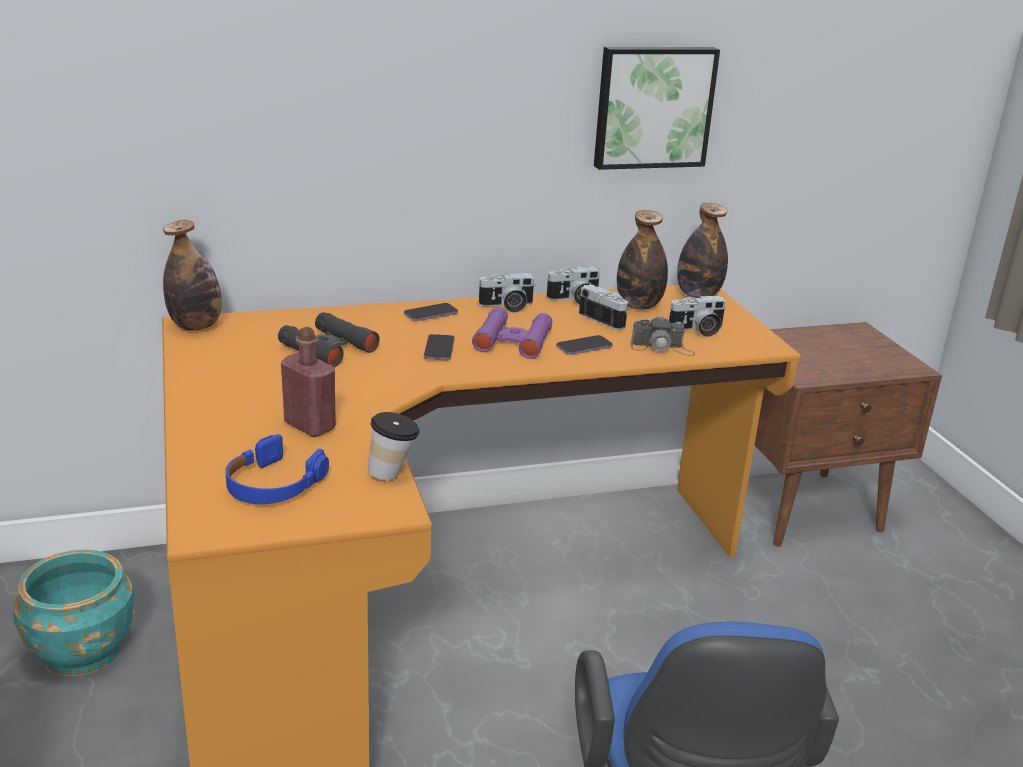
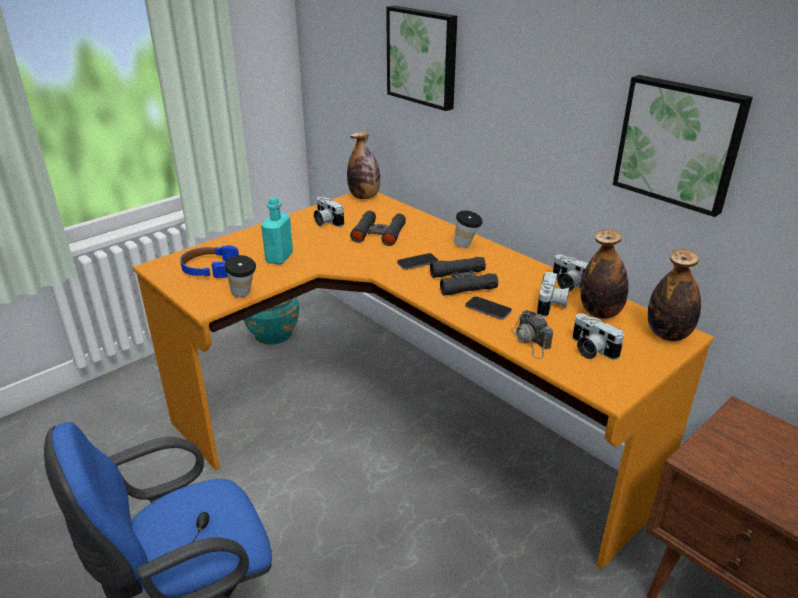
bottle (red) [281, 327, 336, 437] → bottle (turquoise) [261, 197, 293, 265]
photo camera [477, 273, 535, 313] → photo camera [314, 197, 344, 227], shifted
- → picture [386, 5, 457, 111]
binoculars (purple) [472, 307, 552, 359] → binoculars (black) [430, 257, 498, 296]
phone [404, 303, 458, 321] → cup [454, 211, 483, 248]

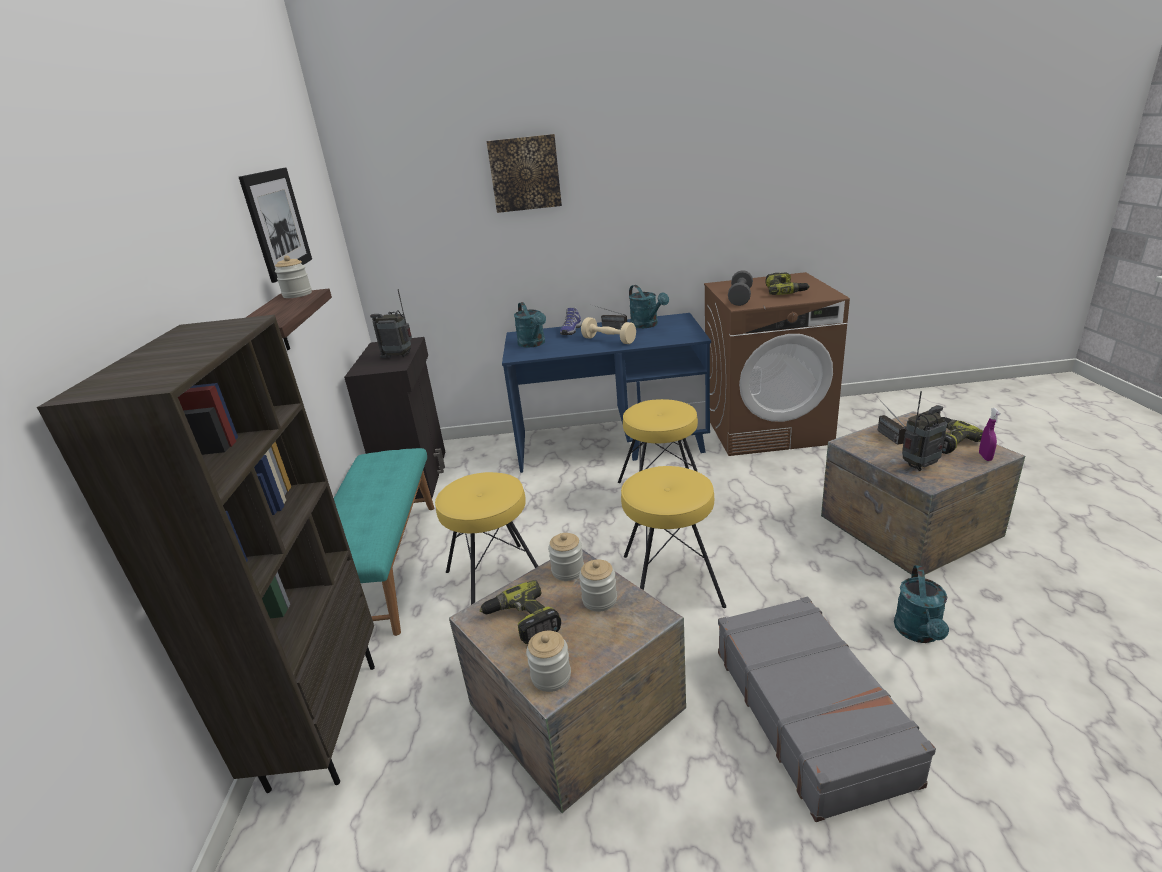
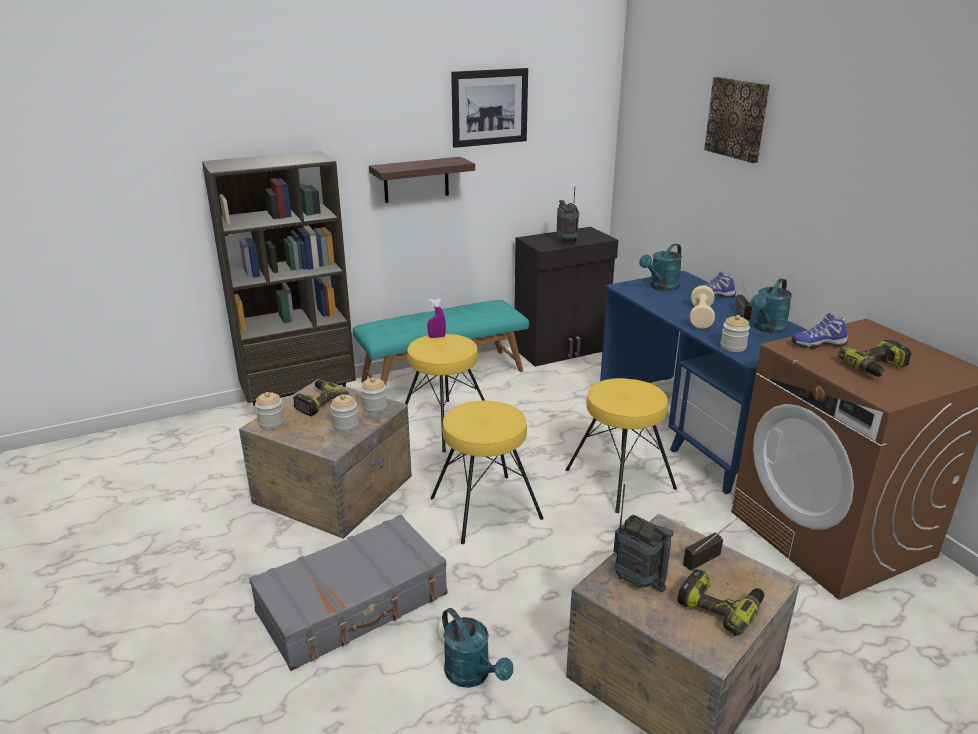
spray bottle (purple) [979, 408, 1001, 461] → spray bottle (purple) [427, 299, 446, 338], shifted
watering can (turquoise) [894, 565, 949, 643] → watering can (turquoise) [442, 608, 513, 688], 120 degrees counterclockwise
jar [275, 255, 312, 298] → jar [720, 315, 750, 352], shifted
dumbbell (grey) [728, 270, 753, 306] → shoe [791, 313, 848, 349]

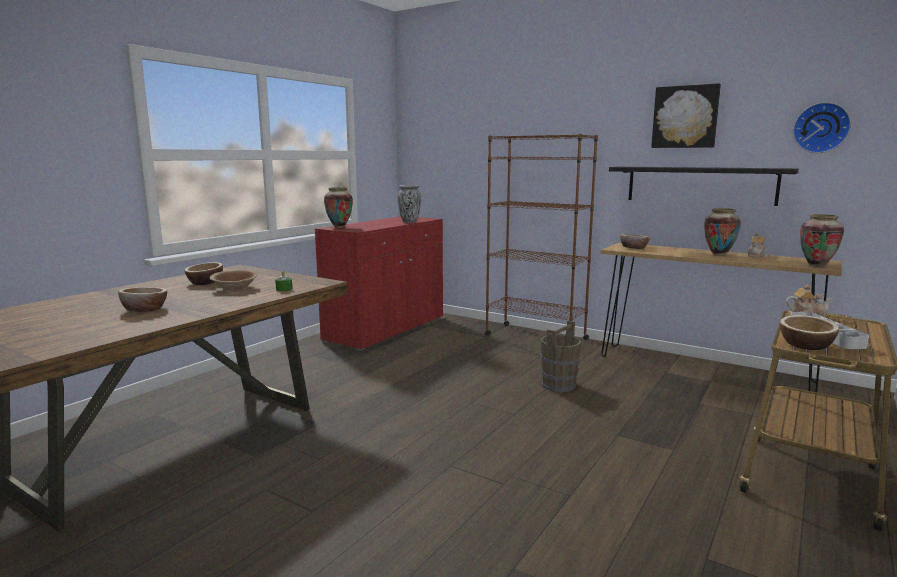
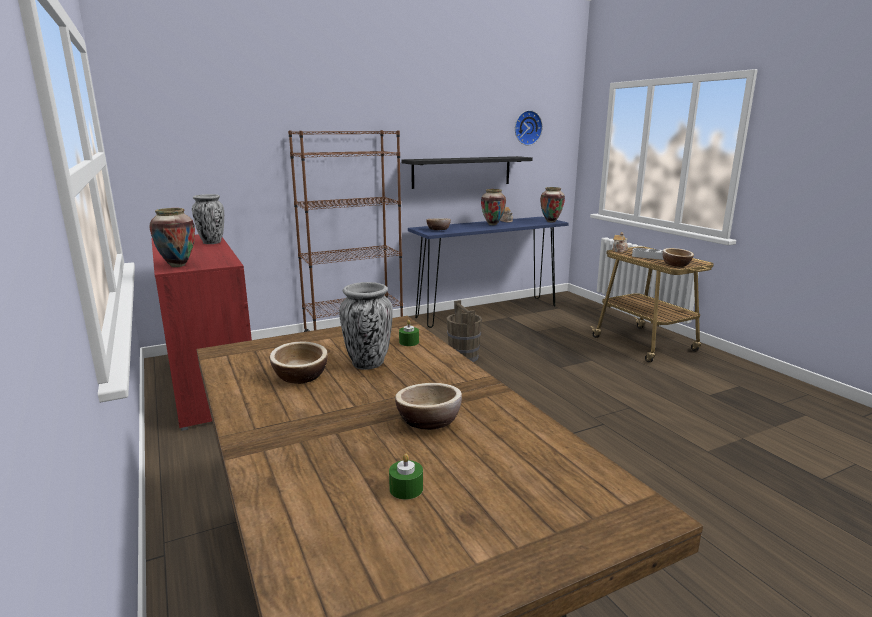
bowl (brown) [209, 270, 258, 291] → vase [339, 282, 393, 370]
- → candle (green) [389, 454, 423, 500]
console table (brown) [601, 243, 842, 392] → console table (blue) [408, 217, 569, 328]
picture [651, 83, 721, 148] → -

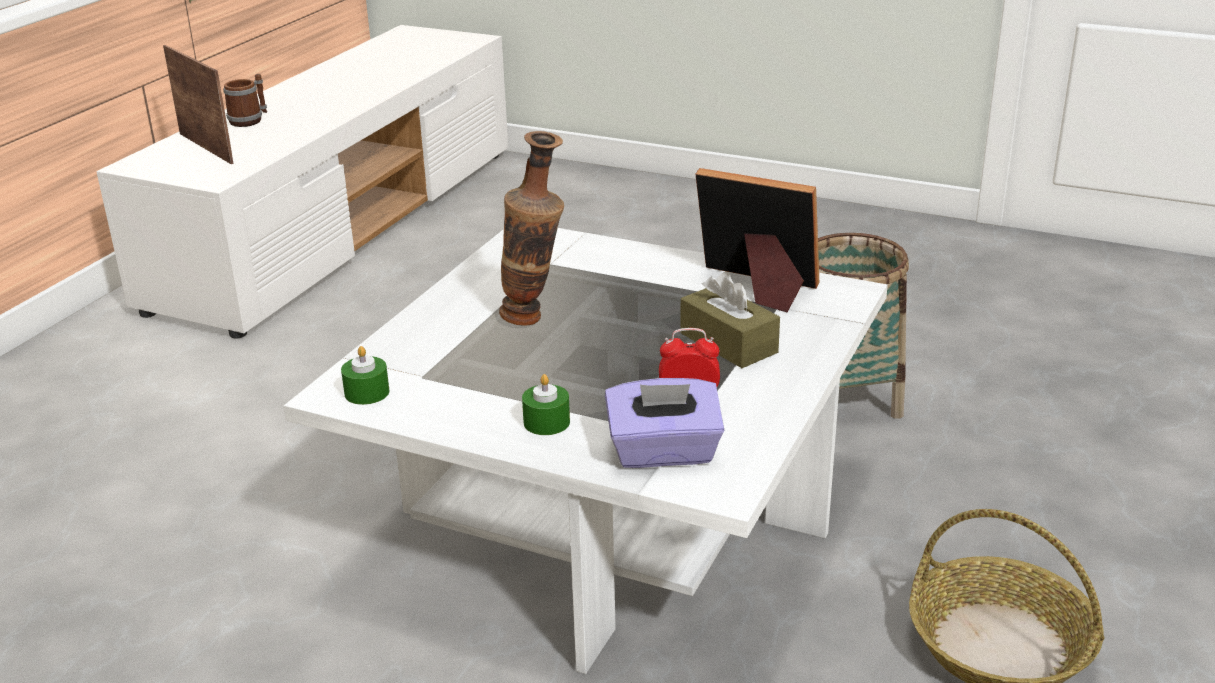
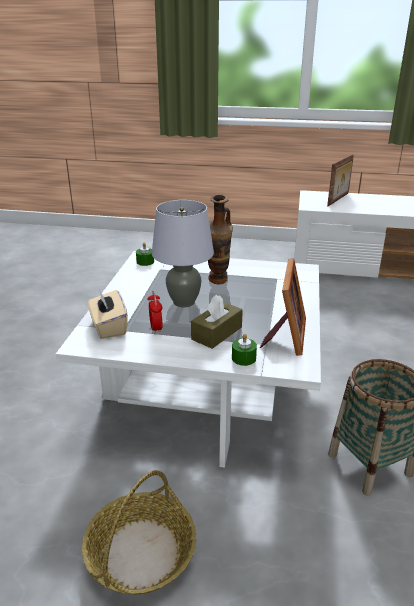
tissue box (purple) [605, 378, 724, 468] → tissue box (beige) [88, 289, 128, 339]
- → table lamp (grey) [152, 200, 214, 308]
candle (green) [522, 374, 570, 435] → candle (green) [232, 334, 257, 366], shifted
mug [223, 74, 267, 127] → -

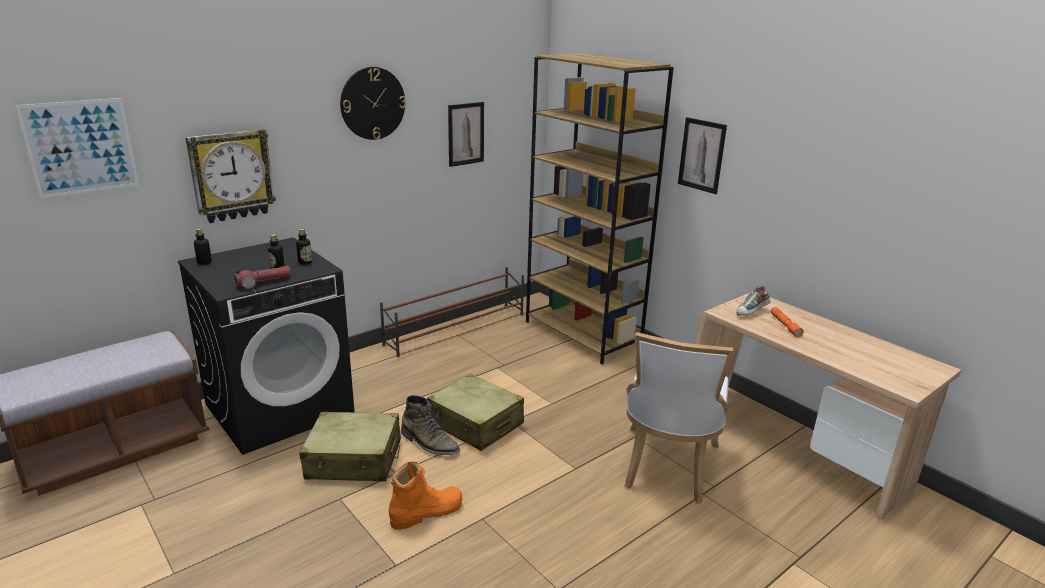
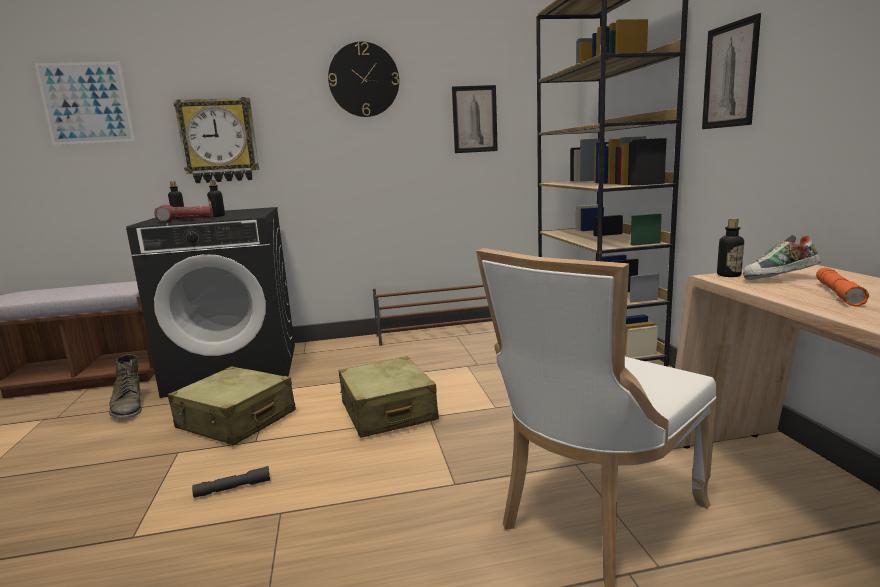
boot (green) [401, 395, 460, 455] → boot (green) [109, 354, 142, 419], shifted
boot (orange) [389, 462, 463, 530] → flashlight (grey) [192, 466, 270, 498]
bottle [296, 229, 312, 265] → bottle [717, 218, 744, 277], shifted

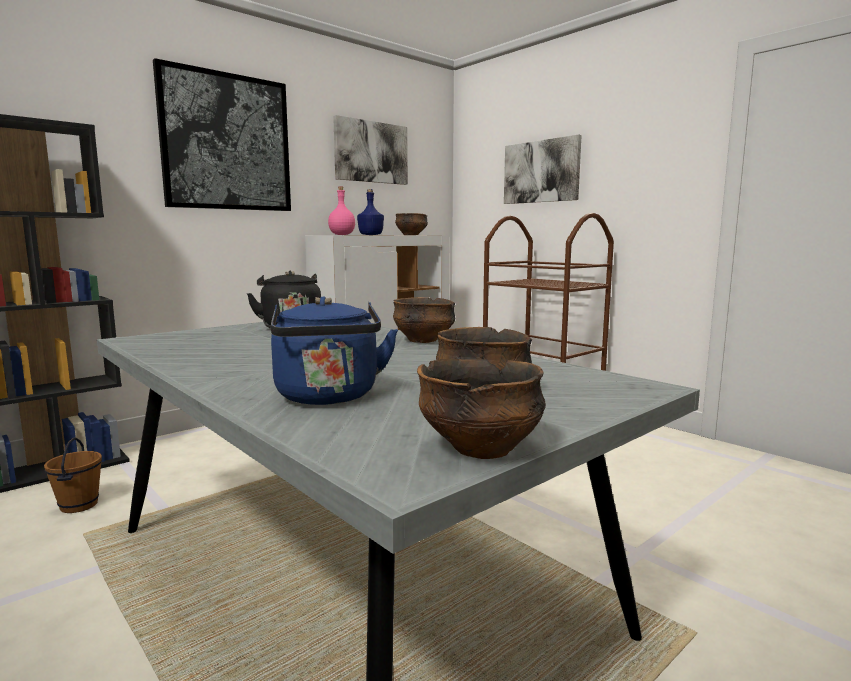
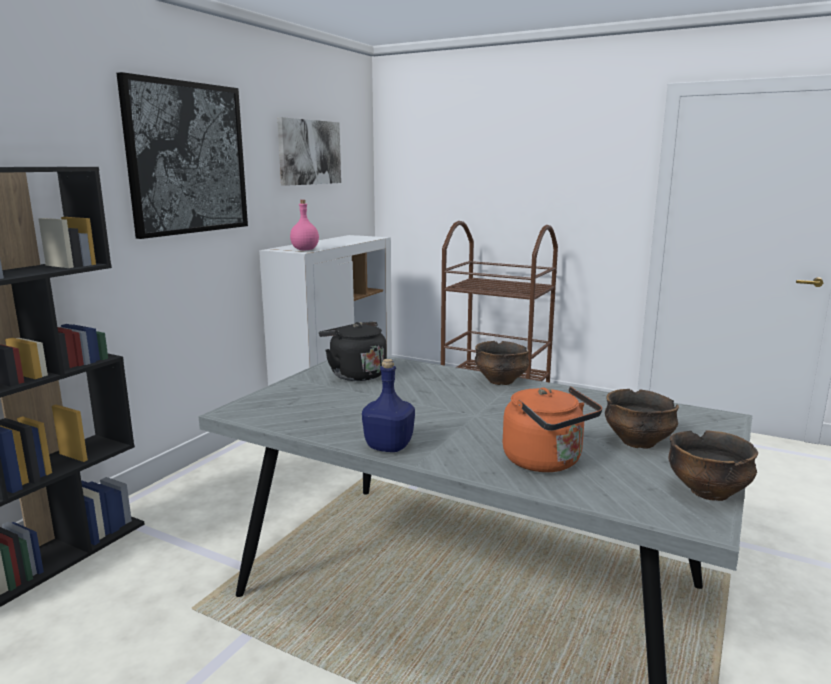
bottle (blue) [357, 189, 384, 235] → bottle (blue) [362, 359, 415, 452], shifted
kettle (blue) [271, 296, 398, 405] → kettle (orange) [503, 387, 602, 472]
bucket (brown) [44, 438, 102, 513] → -
bowl [395, 213, 428, 235] → -
picture [504, 134, 582, 204] → -

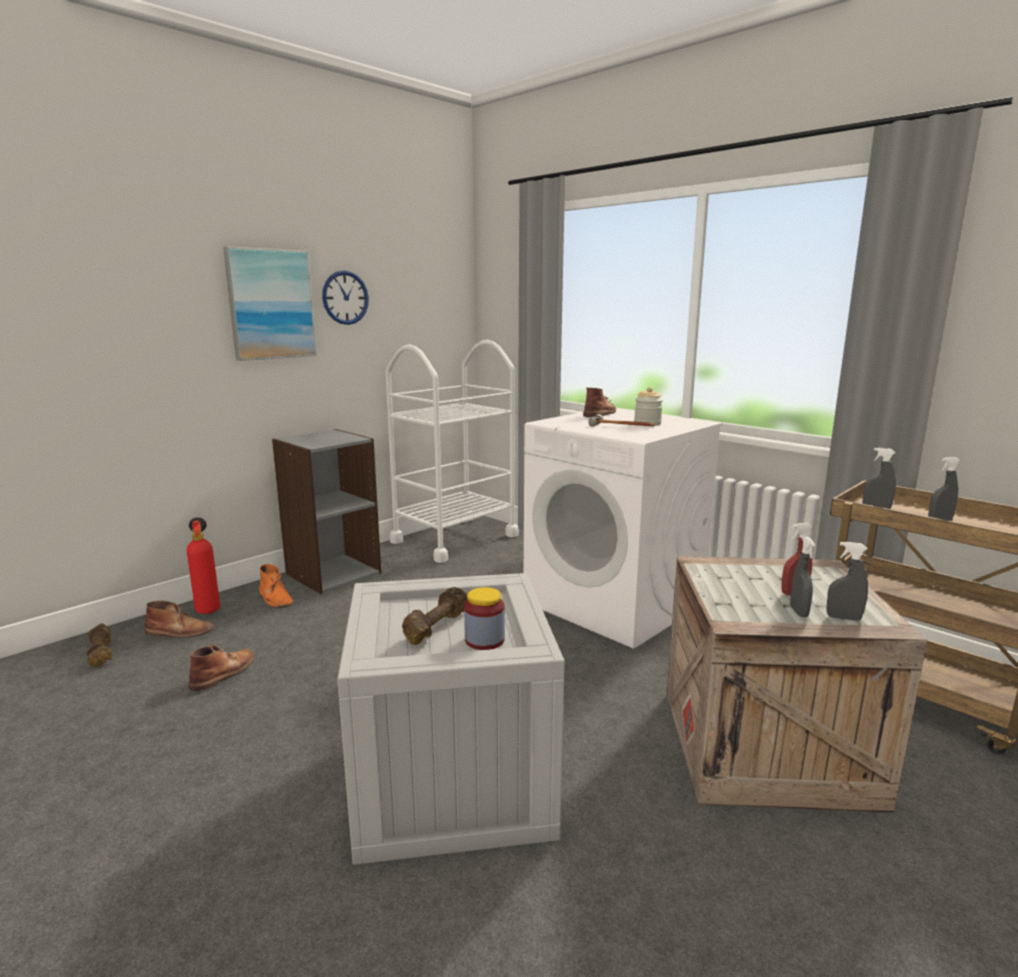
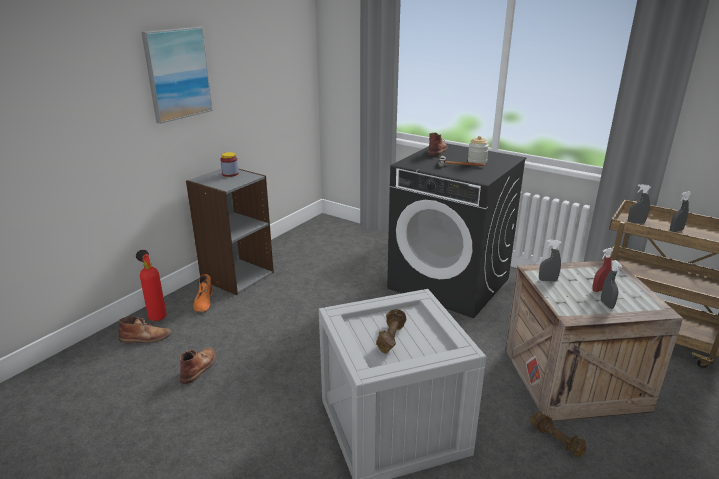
boot (orange) [259, 564, 293, 608] → boot (orange) [194, 274, 213, 313], 45 degrees clockwise
jar [464, 587, 505, 650] → jar [220, 152, 239, 177], shifted
washing machine (white) [524, 408, 723, 649] → washing machine (black) [387, 143, 526, 318]
dumbbell (brown) [87, 623, 113, 667] → dumbbell (brown) [530, 411, 586, 457], shifted
spray bottle (grey) [826, 542, 868, 621] → spray bottle (grey) [539, 240, 561, 282], shifted
wall clock [322, 270, 369, 325] → -
cart (white) [385, 340, 519, 563] → -

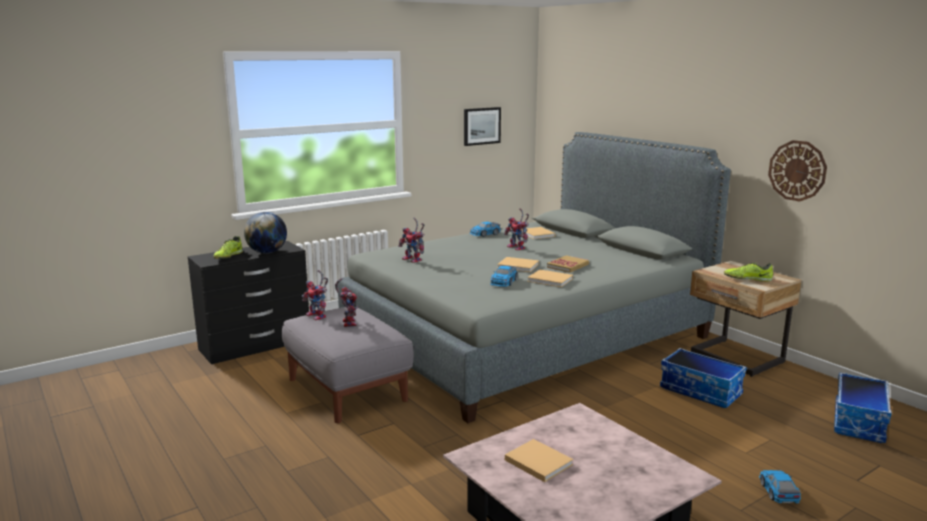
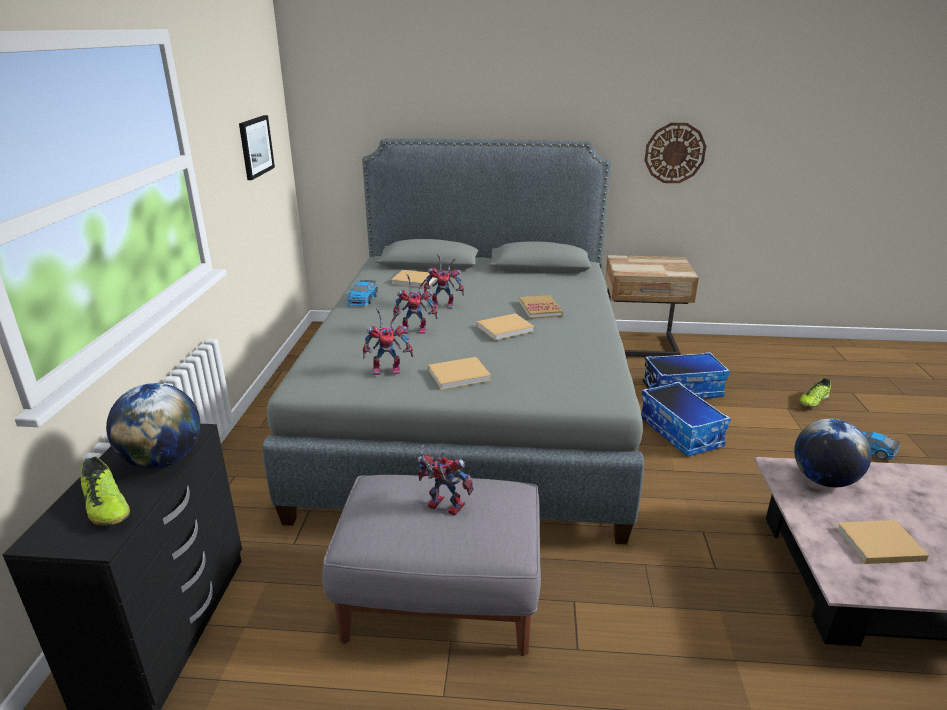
toy robot [301, 270, 328, 320] → toy robot [393, 274, 438, 334], shifted
book (beige) [527, 269, 573, 287] → book (beige) [428, 357, 491, 390], shifted
storage box [834, 372, 892, 443] → storage box [641, 382, 731, 456], shifted
- → globe [794, 419, 872, 487]
shoe [724, 263, 773, 282] → shoe [799, 378, 831, 408], shifted
toy car [490, 265, 518, 287] → -

